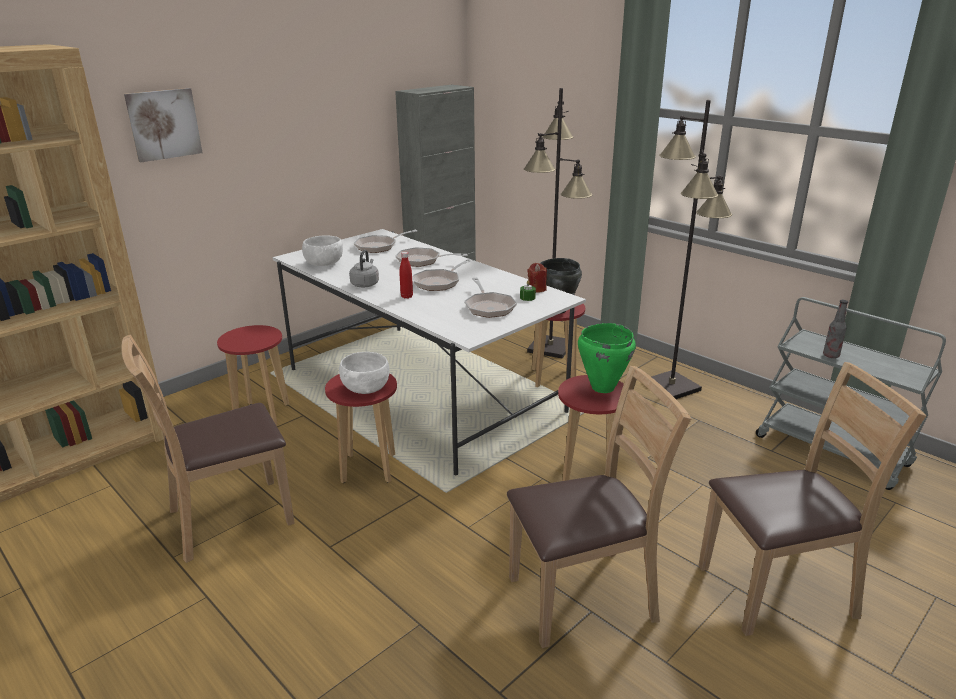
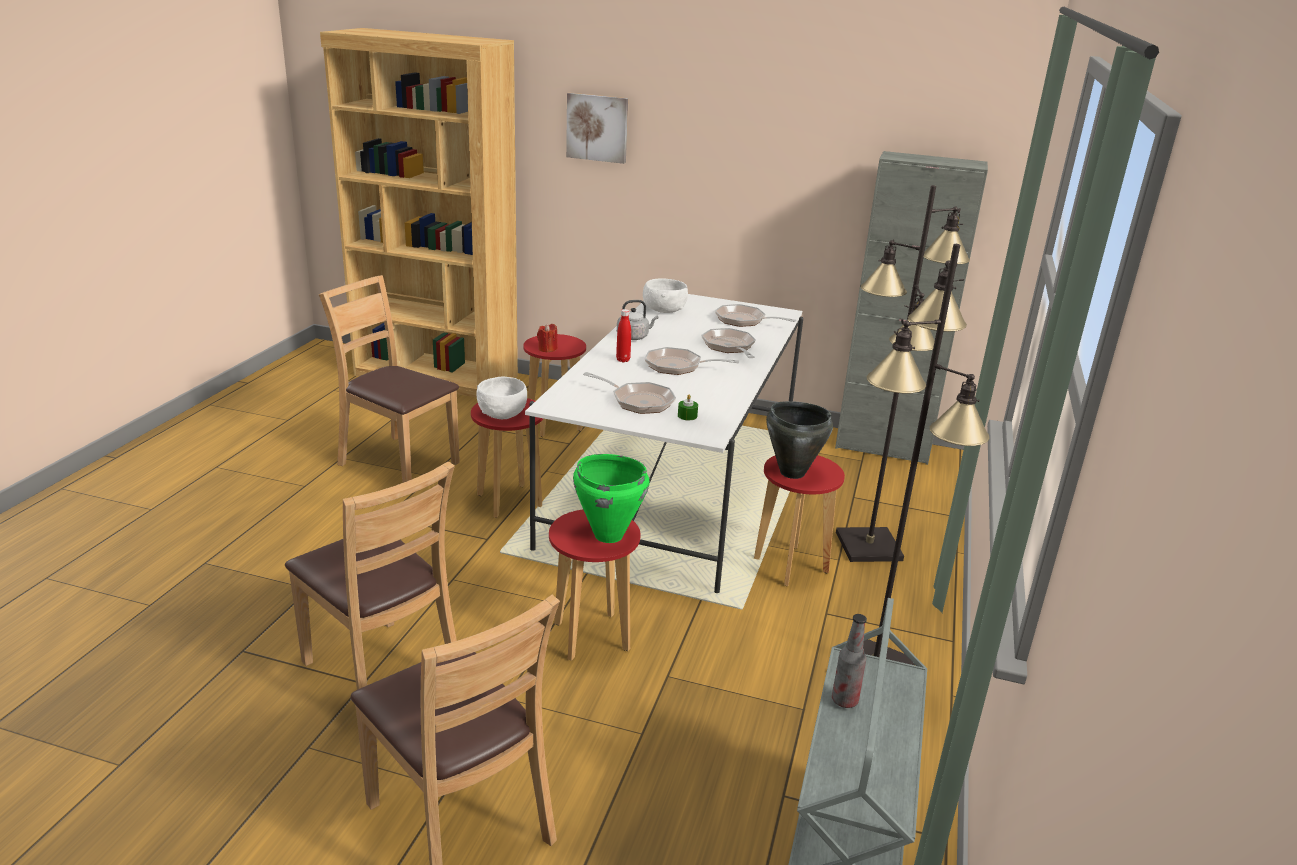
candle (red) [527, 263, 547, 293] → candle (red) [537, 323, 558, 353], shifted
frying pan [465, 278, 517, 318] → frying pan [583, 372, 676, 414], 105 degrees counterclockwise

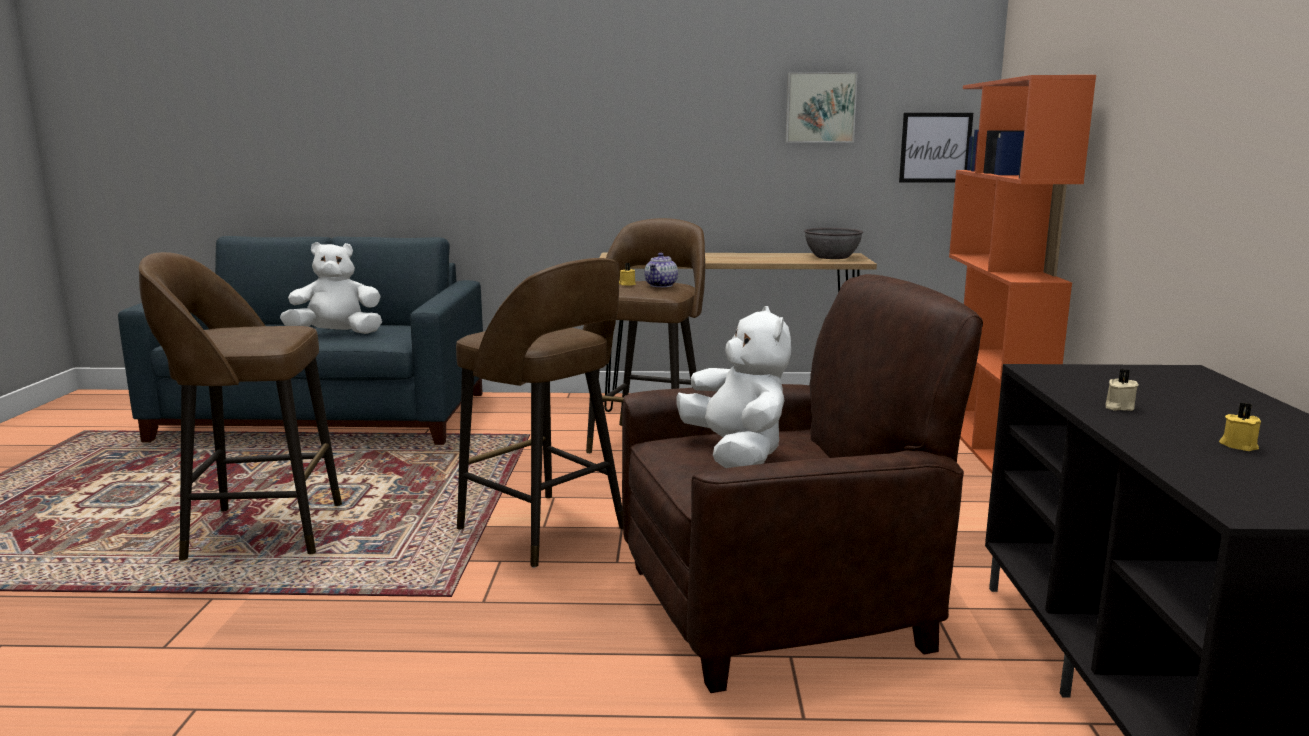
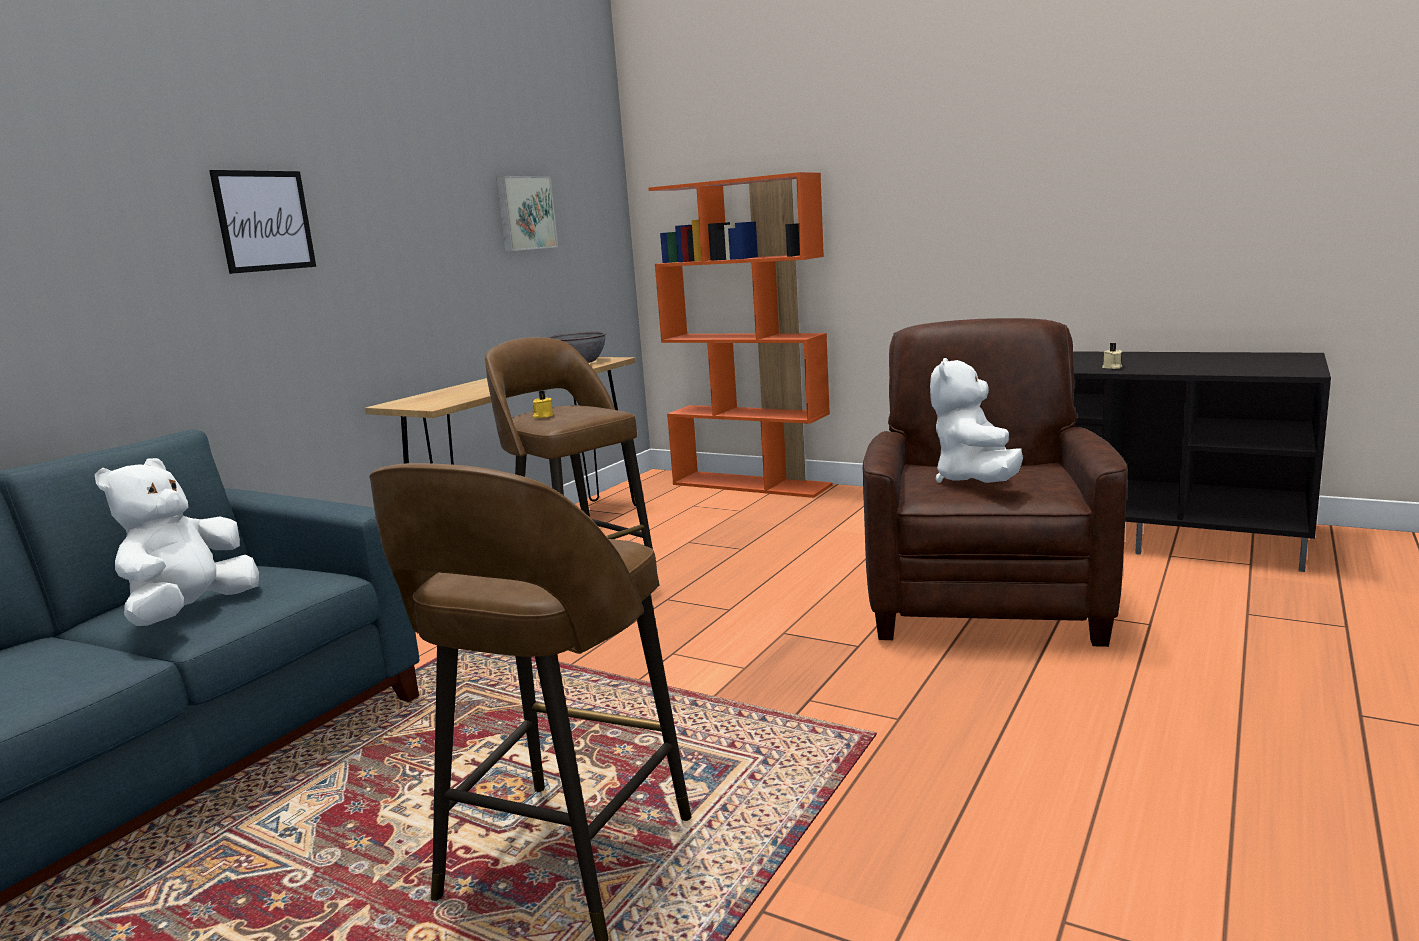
picture [899, 113, 973, 183] → picture [209, 170, 316, 274], shifted
plush toy (white) [677, 306, 791, 468] → plush toy (white) [930, 358, 1023, 483], 90 degrees counterclockwise
stool (brown) [456, 258, 623, 568] → -
teapot [644, 253, 678, 287] → -
candle (yellow) [1219, 403, 1261, 451] → -

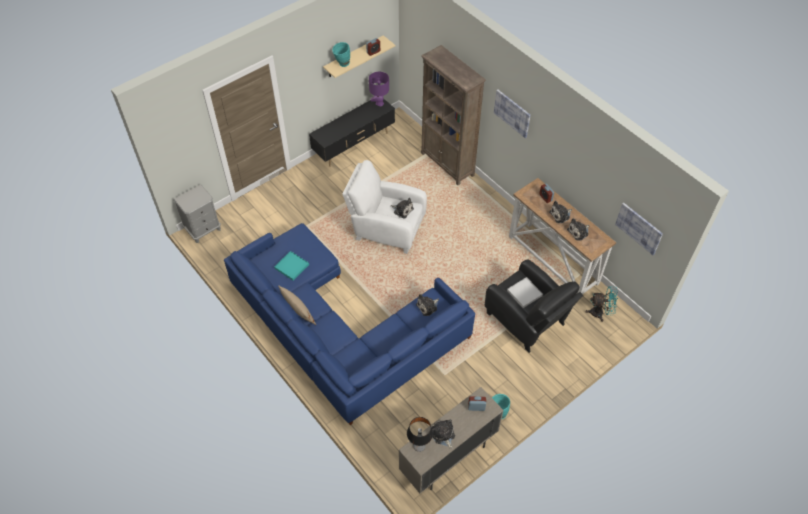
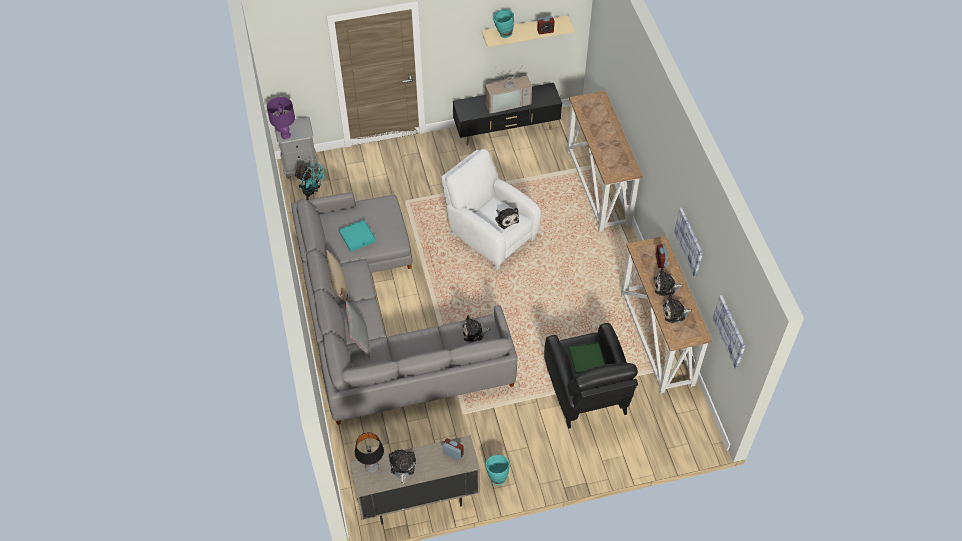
table lamp (purple) [369, 72, 389, 106] → table lamp (purple) [267, 97, 295, 140], shifted
sofa (blue) [224, 223, 475, 425] → sofa (grey) [291, 192, 517, 425]
fan (turquoise) [585, 286, 618, 322] → fan (turquoise) [295, 163, 326, 200], shifted
- → pillow (grey) [345, 300, 370, 358]
- → television [485, 68, 532, 114]
bookcase (brown) [421, 45, 486, 185] → console table [567, 91, 643, 232]
tray (white) [507, 277, 543, 308] → tray (green) [569, 342, 605, 374]
picture [494, 90, 531, 138] → picture [674, 208, 703, 277], shifted

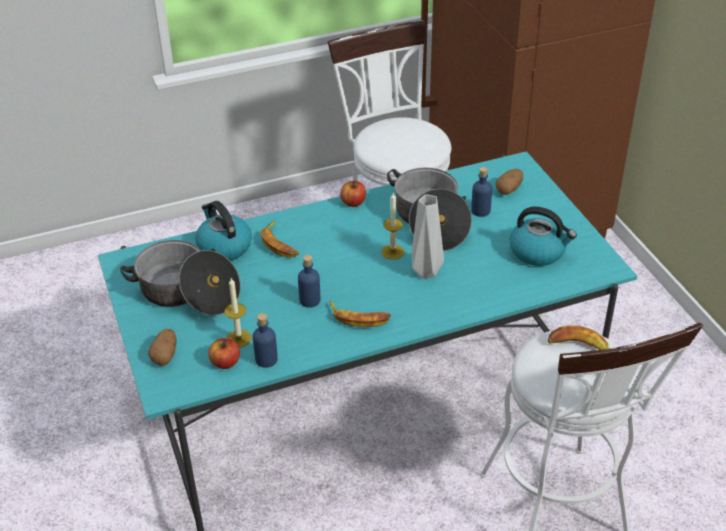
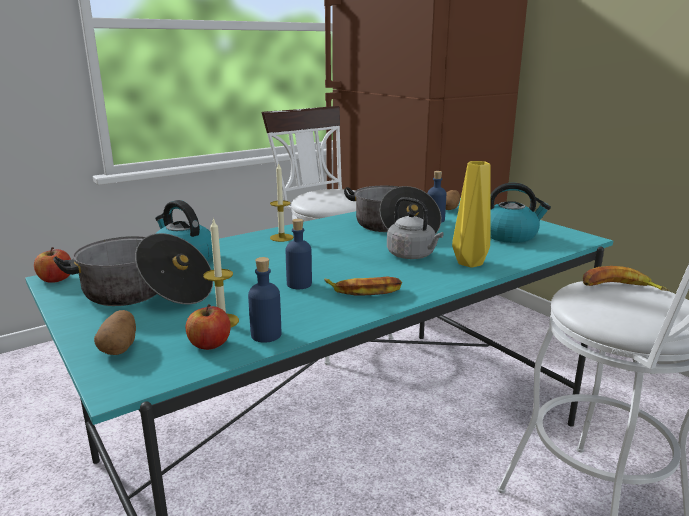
apple [340, 181, 366, 207] → apple [34, 247, 71, 283], shifted
candle [381, 192, 404, 260] → candle [270, 162, 293, 242], shifted
vase (grey) [412, 194, 444, 279] → kettle (grey) [387, 197, 444, 259]
- → vase (yellow) [452, 161, 491, 268]
banana [261, 220, 299, 258] → -

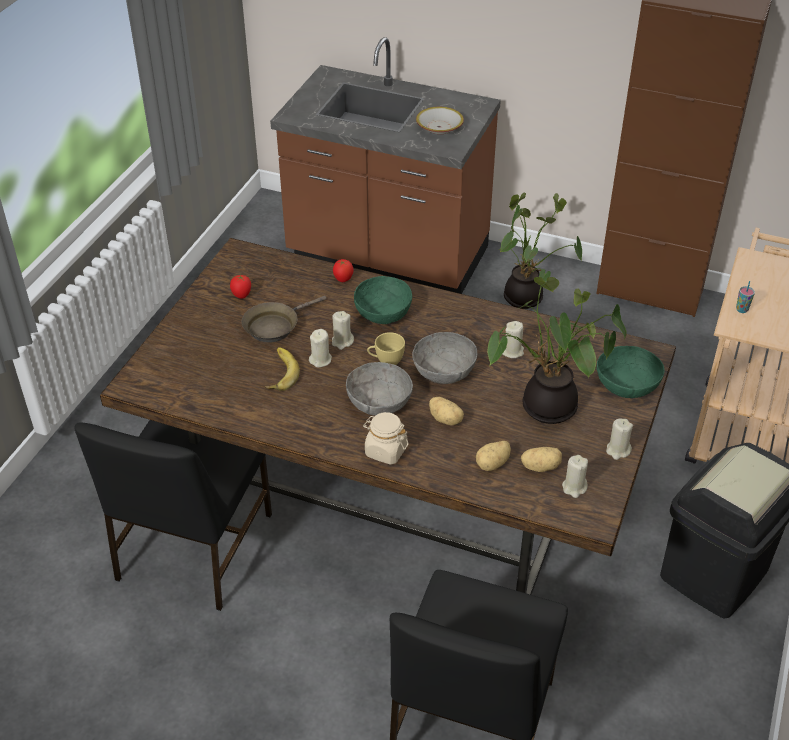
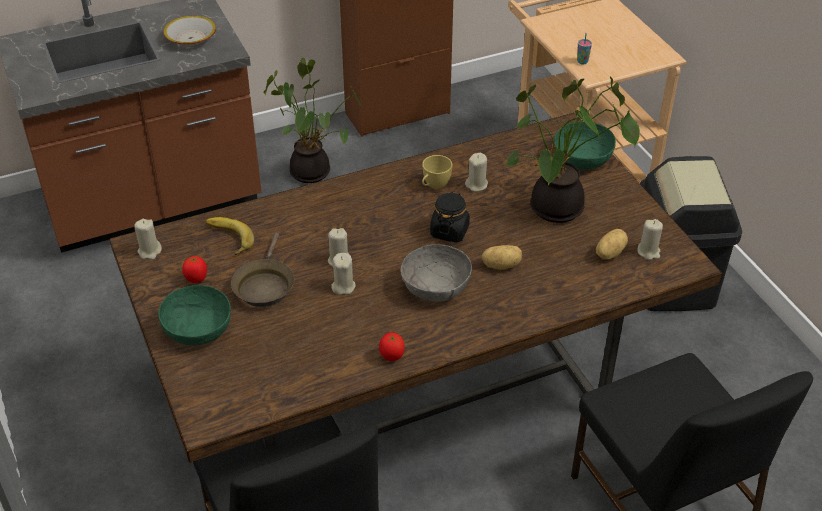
candle (beige) [606, 418, 633, 460] → candle (beige) [134, 219, 162, 260], shifted
bowl (green) [354, 276, 412, 324] → bowl (green) [158, 285, 231, 345], shifted
banana [265, 347, 300, 391] → banana [206, 217, 254, 255], shifted
tomato [333, 259, 353, 282] → tomato [379, 333, 405, 361], shifted
cup (yellow) [367, 332, 405, 365] → cup (yellow) [422, 155, 452, 189], shifted
bowl (grey) [412, 332, 477, 384] → jar (black) [430, 192, 470, 242]
jar (beige) [363, 412, 409, 465] → -
potato [476, 441, 511, 471] → -

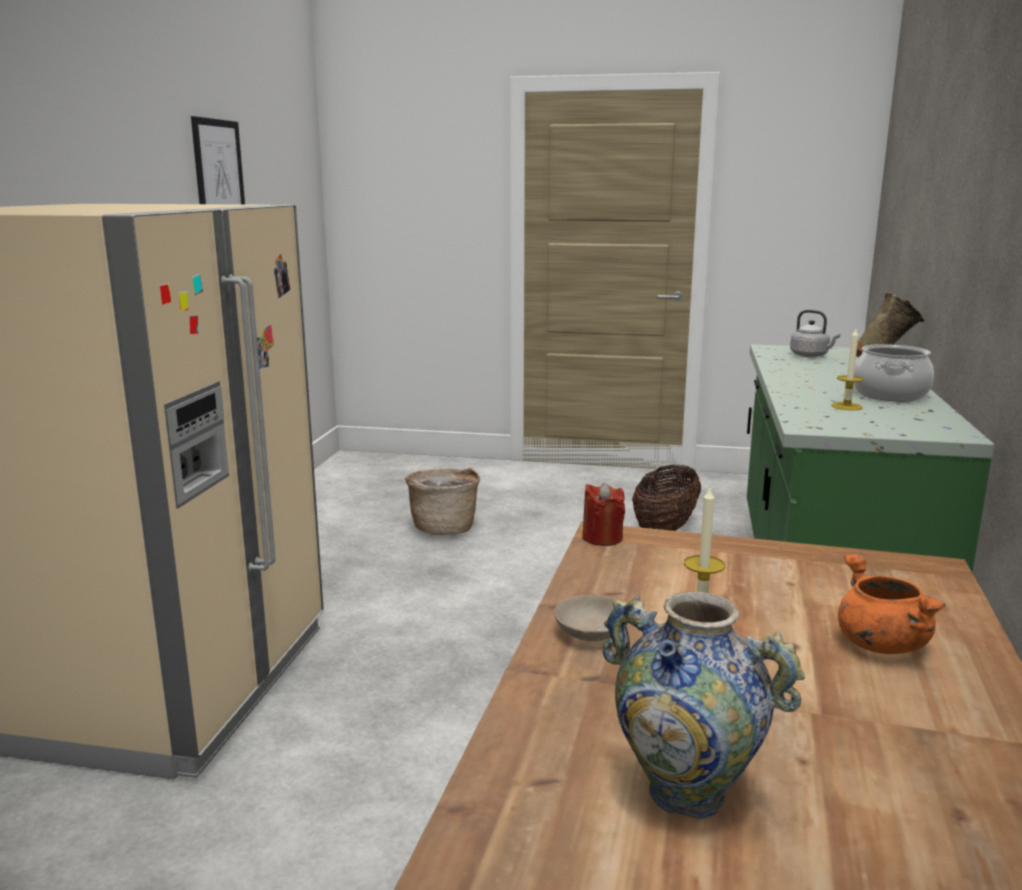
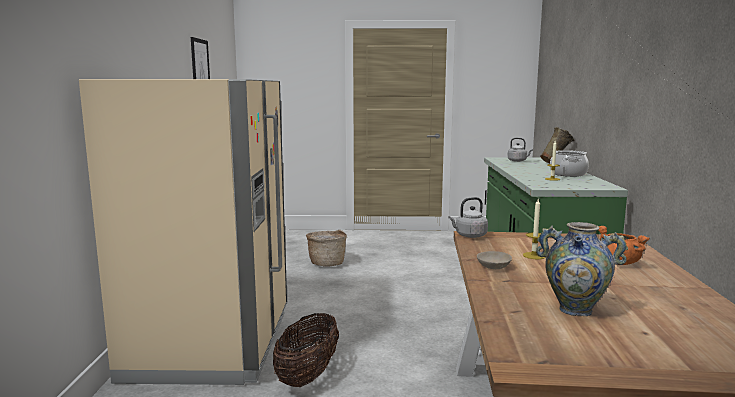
basket [632, 465, 701, 531] → basket [273, 313, 339, 387], shifted
candle (red) [582, 482, 625, 546] → kettle (grey) [448, 197, 488, 238]

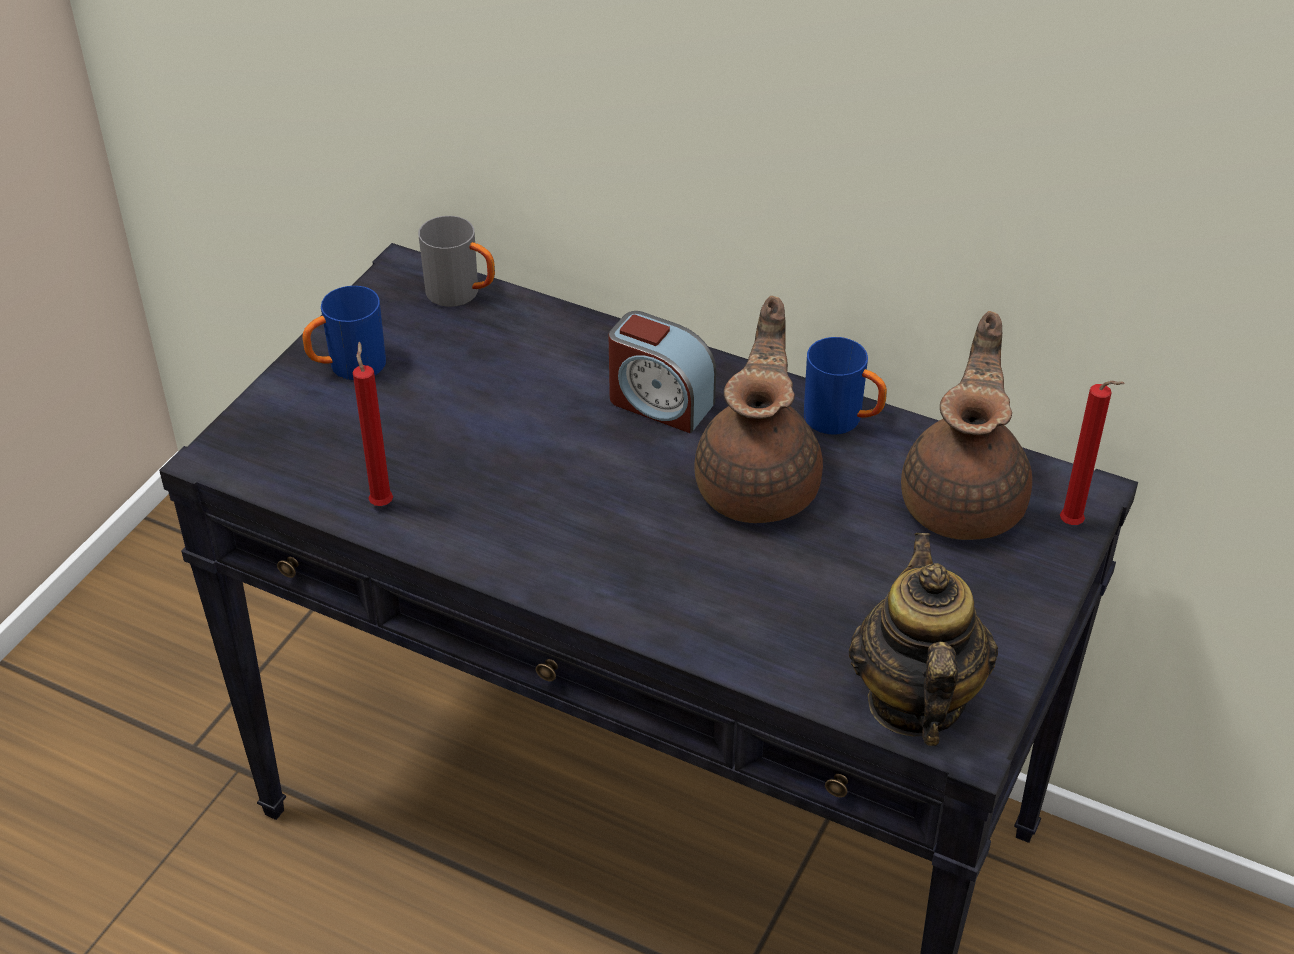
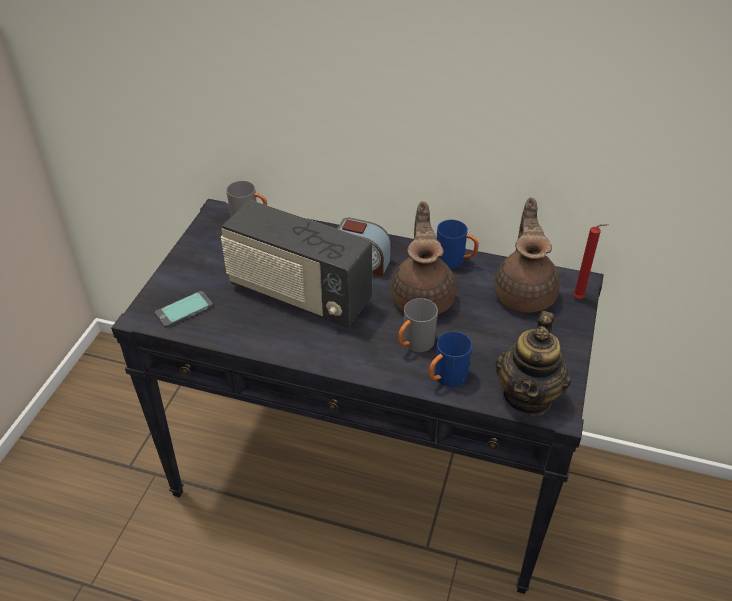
- → phone [155, 291, 213, 328]
- → radio [220, 200, 372, 328]
- → mug (grey) [398, 298, 438, 352]
mug (blue) [302, 286, 386, 380] → mug (blue) [429, 331, 472, 387], shifted
teapot [849, 533, 998, 746] → teapot [495, 311, 571, 416], 150 degrees counterclockwise
candle (red) [353, 341, 393, 506] → -

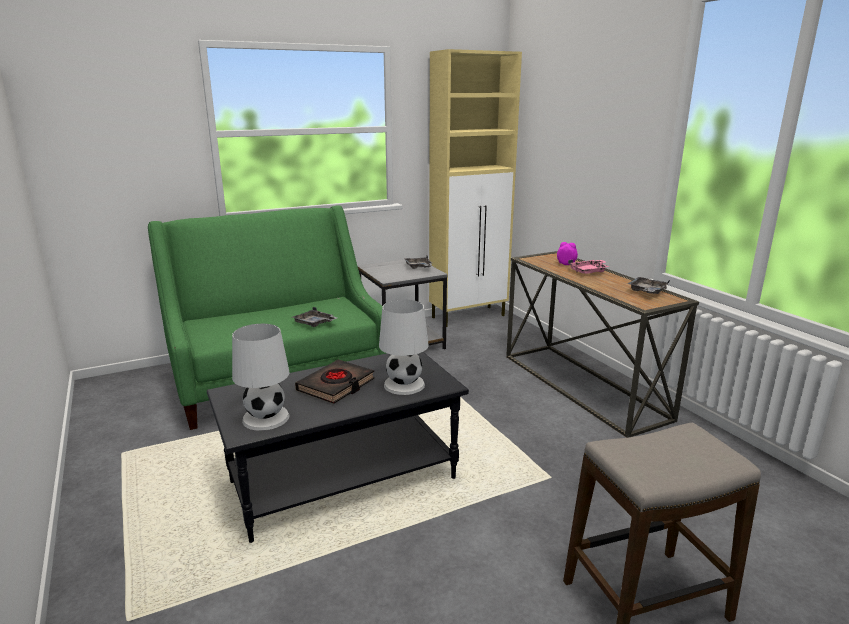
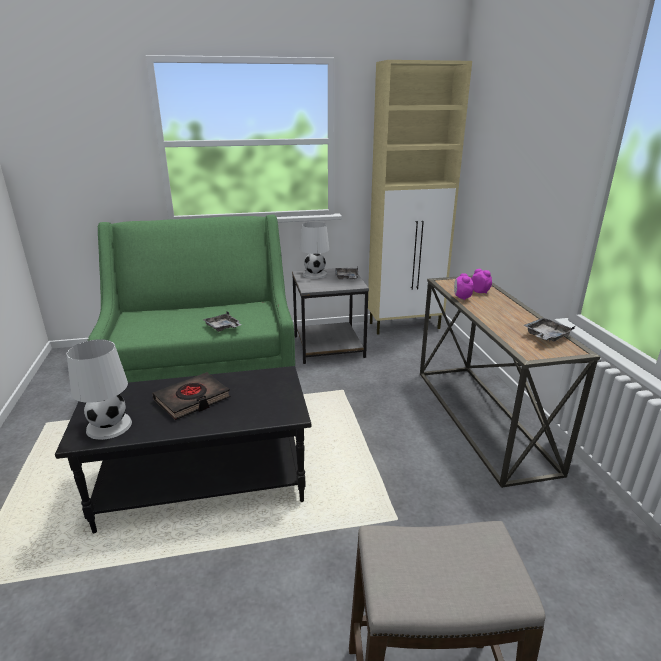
table lamp (white) [379, 300, 429, 395] → table lamp (white) [300, 222, 329, 279], shifted
- → alarm clock [454, 274, 473, 301]
tray (pink) [568, 260, 609, 274] → -

